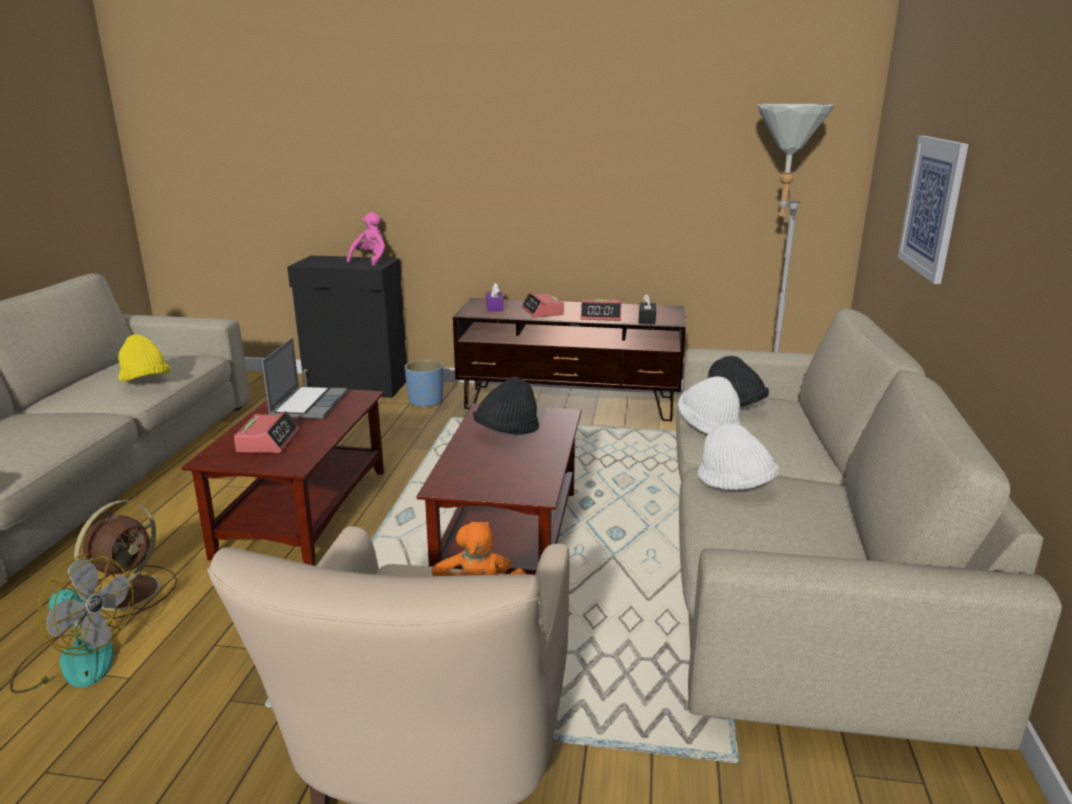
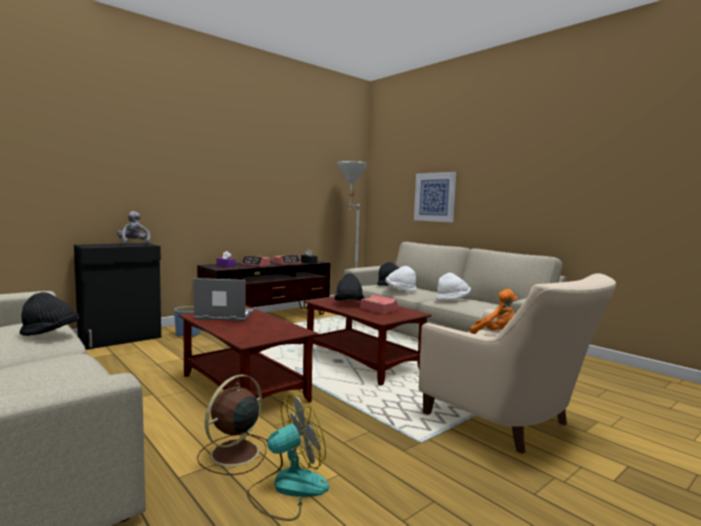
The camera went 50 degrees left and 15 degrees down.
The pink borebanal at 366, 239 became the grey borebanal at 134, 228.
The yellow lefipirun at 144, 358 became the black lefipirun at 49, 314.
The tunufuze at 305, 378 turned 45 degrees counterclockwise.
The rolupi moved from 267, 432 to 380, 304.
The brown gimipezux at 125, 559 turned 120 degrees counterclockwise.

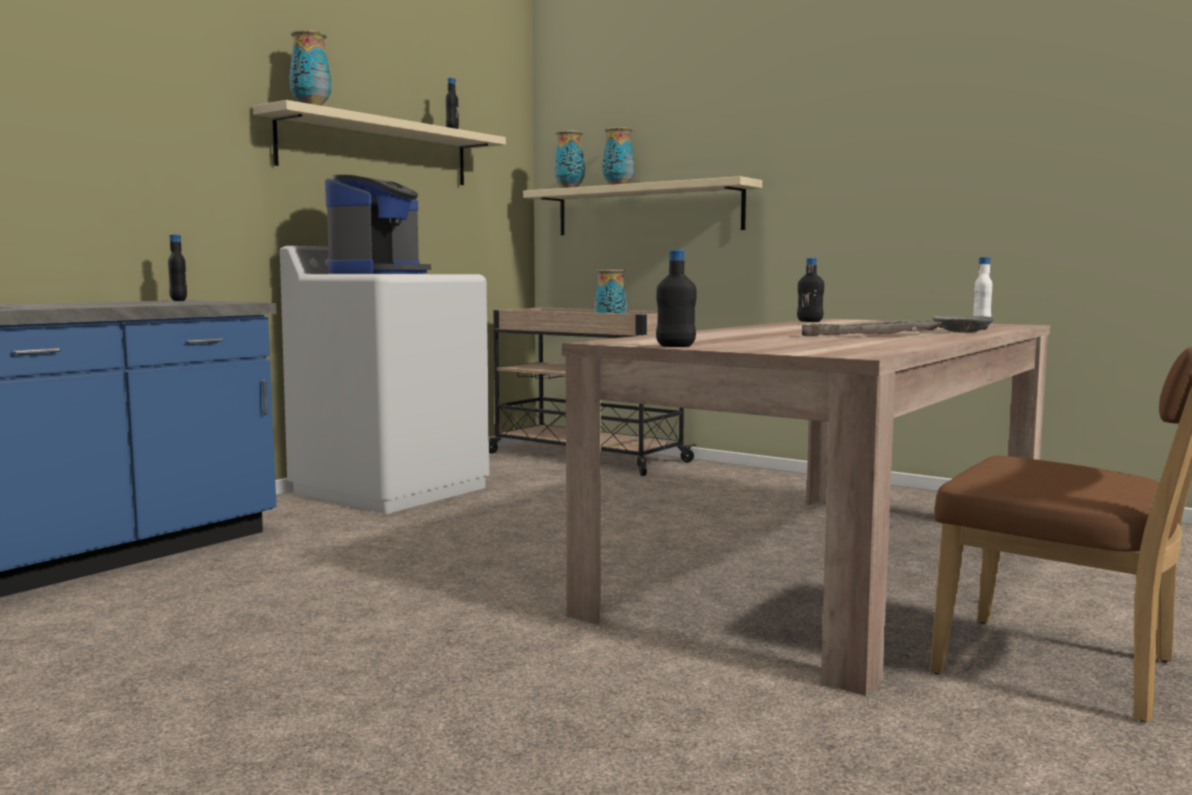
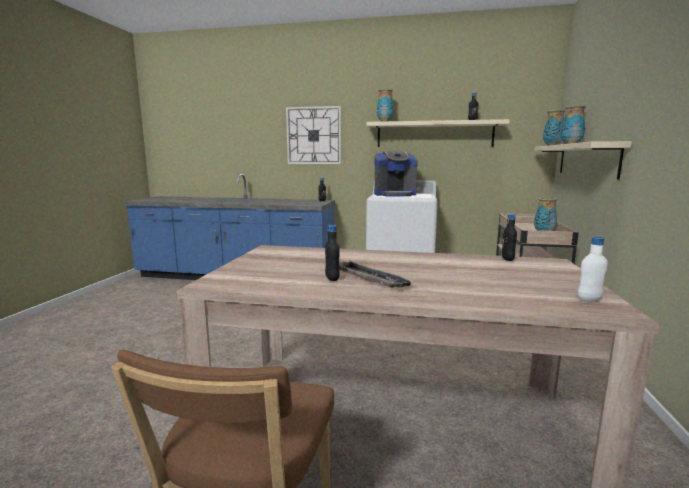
The camera went 65 degrees right and 5 degrees up.
The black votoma moved from 676, 298 to 332, 253.
The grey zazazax at 963, 324 disappeared.
The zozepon at 313, 135 appeared.

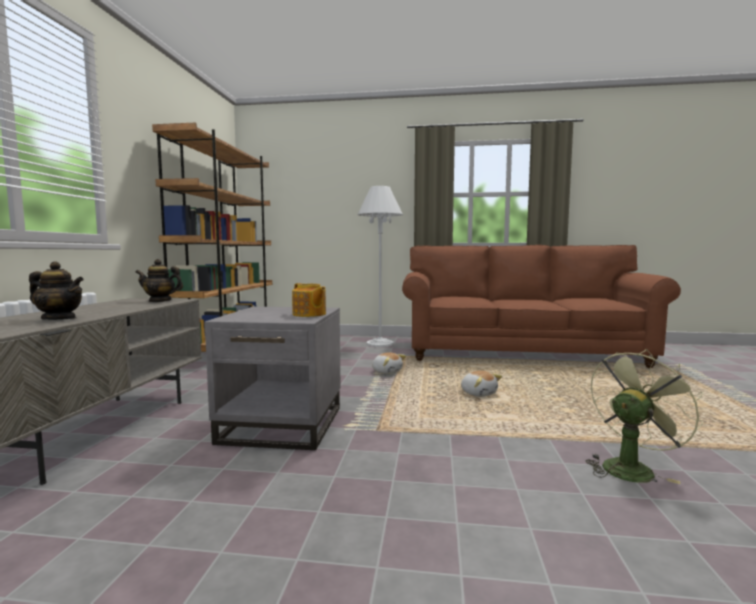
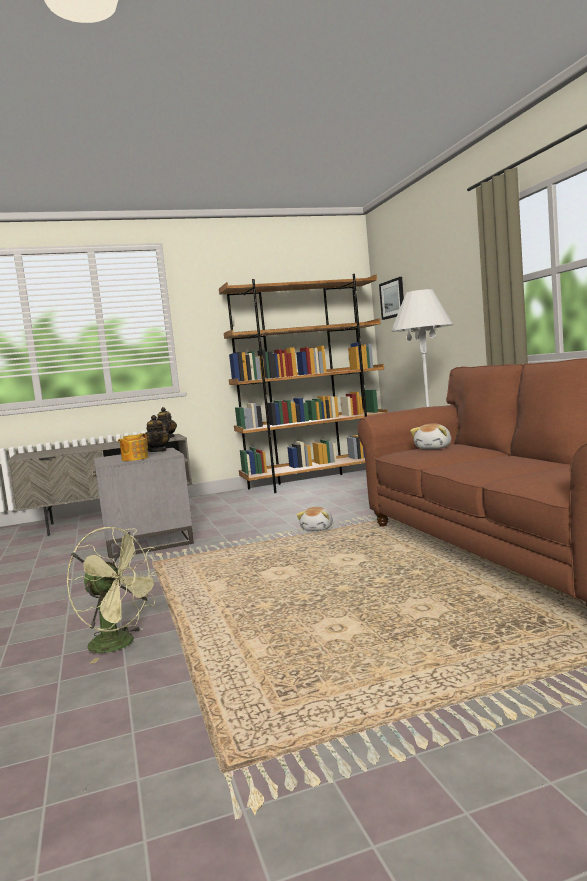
The camera went 65 degrees right and 0 degrees up.
The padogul moved from 56, 290 to 157, 433.
The borebanal moved from 481, 384 to 430, 436.
The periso at 391, 298 appeared.

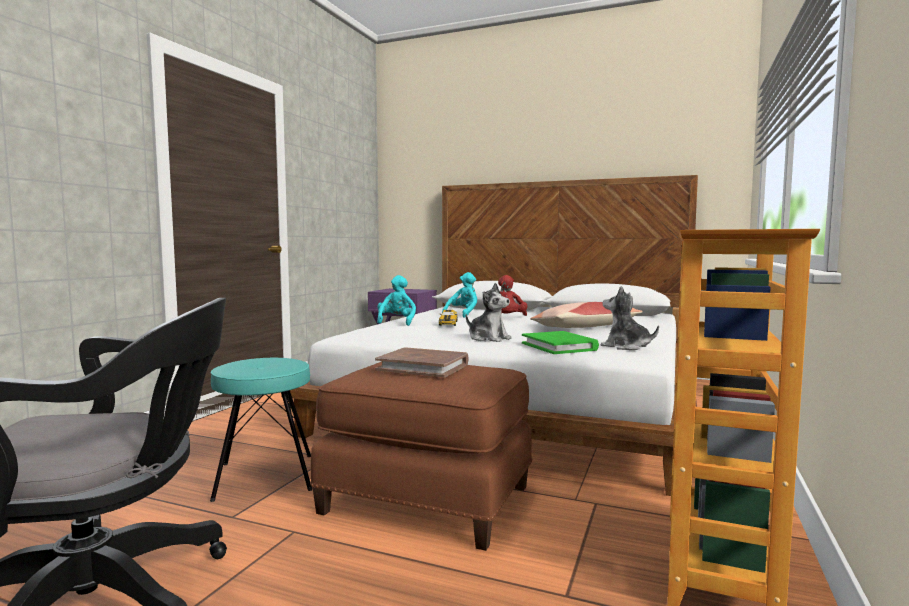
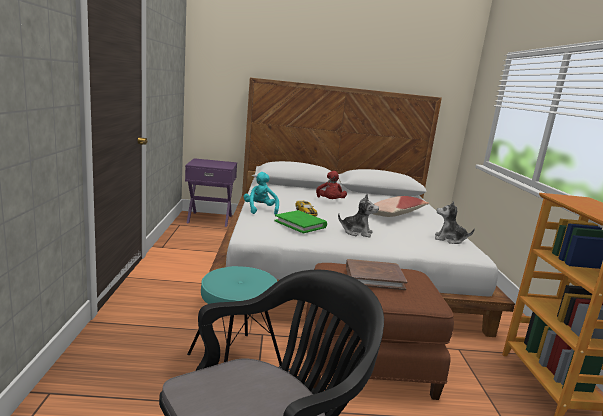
The camera went 25 degrees left and 10 degrees up.
The turquoise borebanal at 459, 295 disappeared.
The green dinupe moved from 560, 342 to 300, 221.

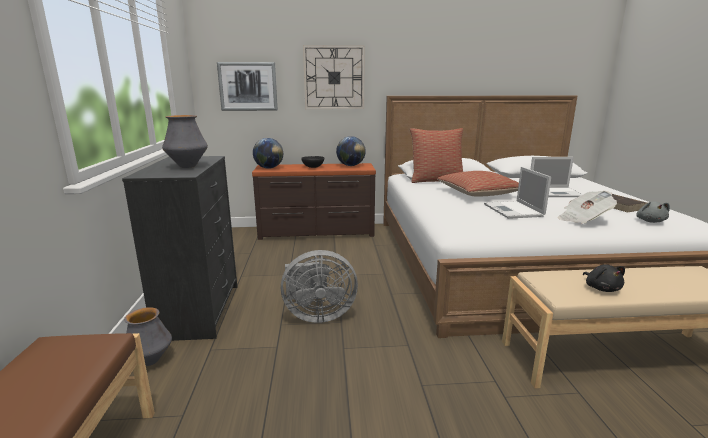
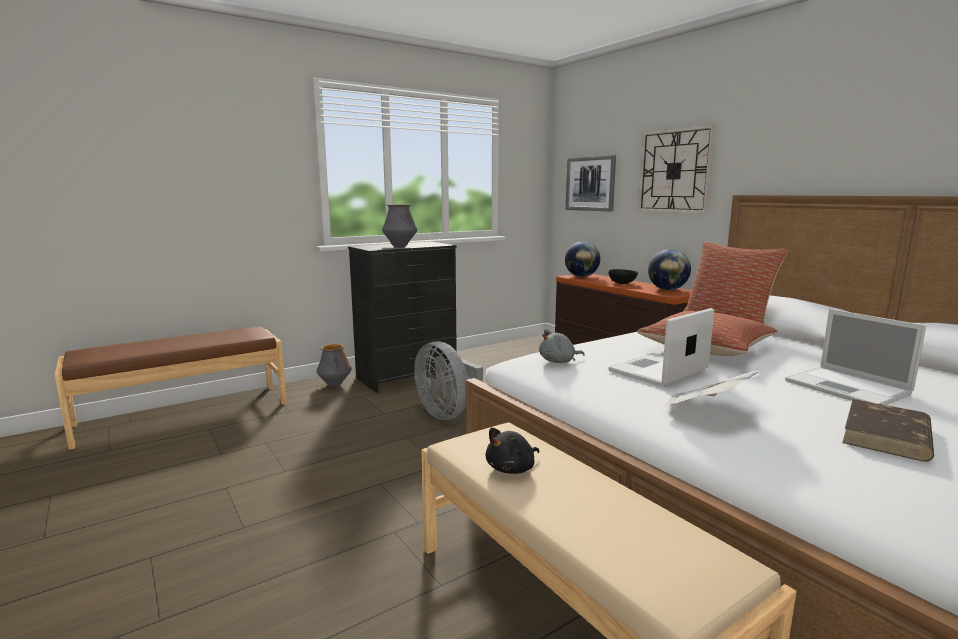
The camera went 60 degrees right and 5 degrees down.
The grey borebanal moved from 653, 212 to 562, 346.

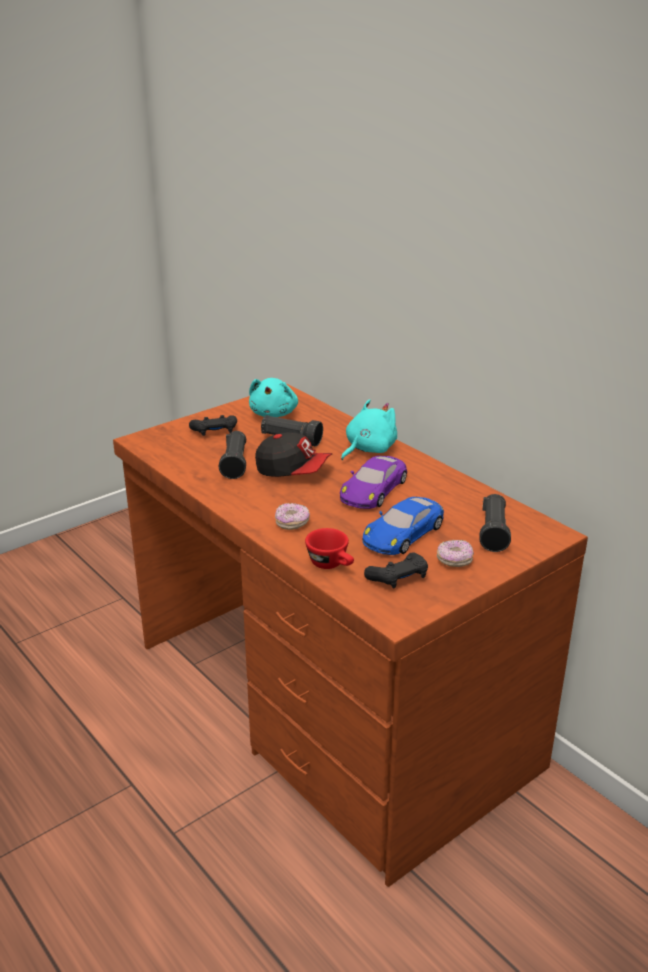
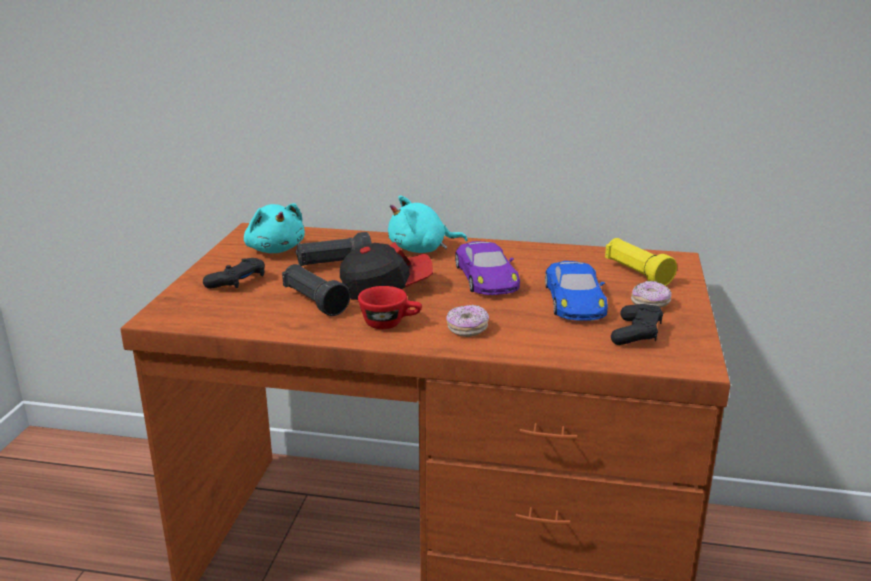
The camera went 40 degrees left and 5 degrees down.
The turquoise borebanal at 369, 429 turned 105 degrees counterclockwise.
The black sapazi at 495, 523 became the yellow sapazi at 641, 262.
The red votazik moved from 329, 548 to 390, 307.

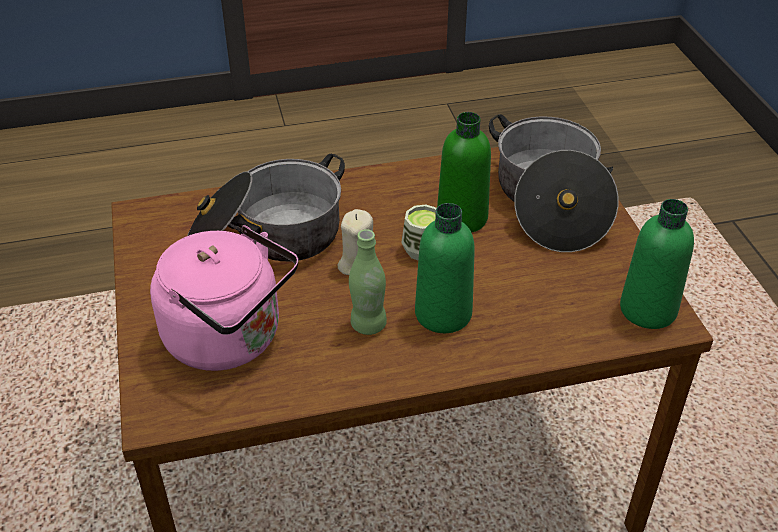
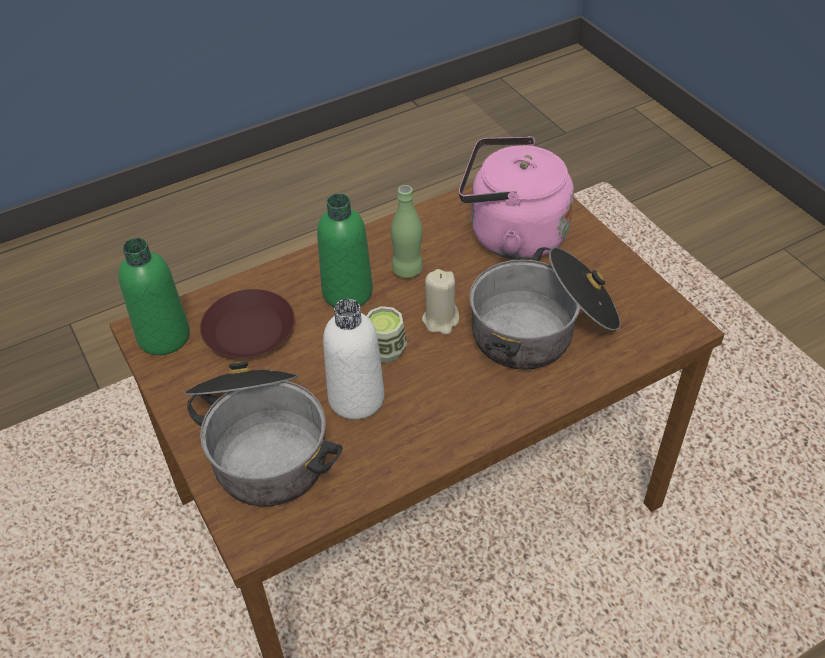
The camera went 165 degrees right and 5 degrees up.
The green votoma at 464, 172 became the white votoma at 353, 359.
The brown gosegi at 247, 323 appeared.

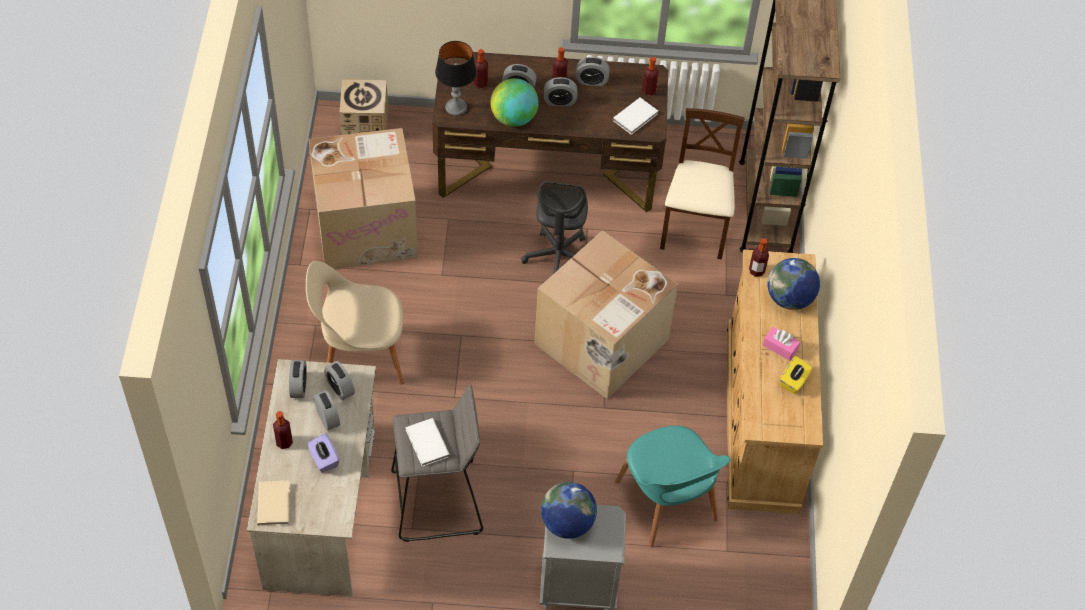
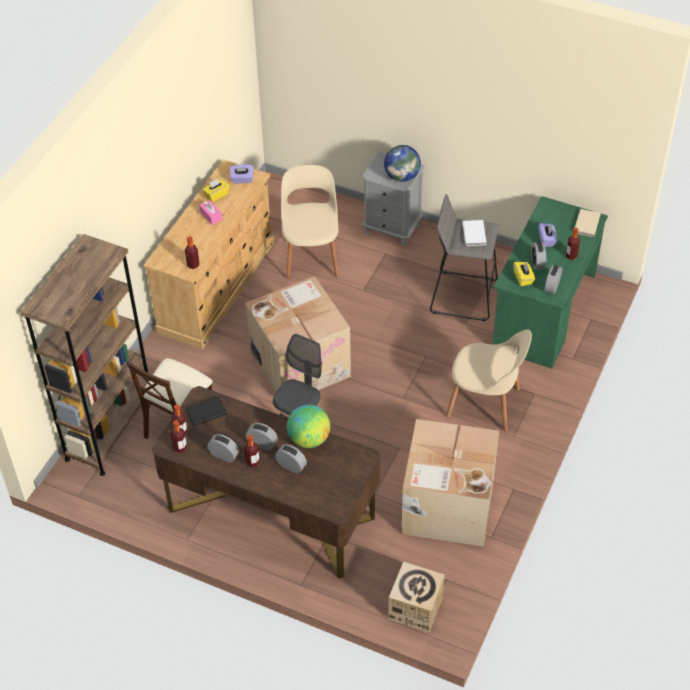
The camera went 155 degrees left and 5 degrees down.
The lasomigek at 456, 78 disappeared.
The votoma moved from 481, 68 to 179, 436.
The white dinupe at 635, 116 became the black dinupe at 206, 411.
The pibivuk at 794, 284 disappeared.
The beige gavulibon at 311, 477 became the green gavulibon at 550, 282.
The rolupi at 339, 380 was replaced by the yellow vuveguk at 524, 274.
The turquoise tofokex at 673, 486 became the beige tofokex at 310, 222.
The purple vuveguk at 242, 174 appeared.

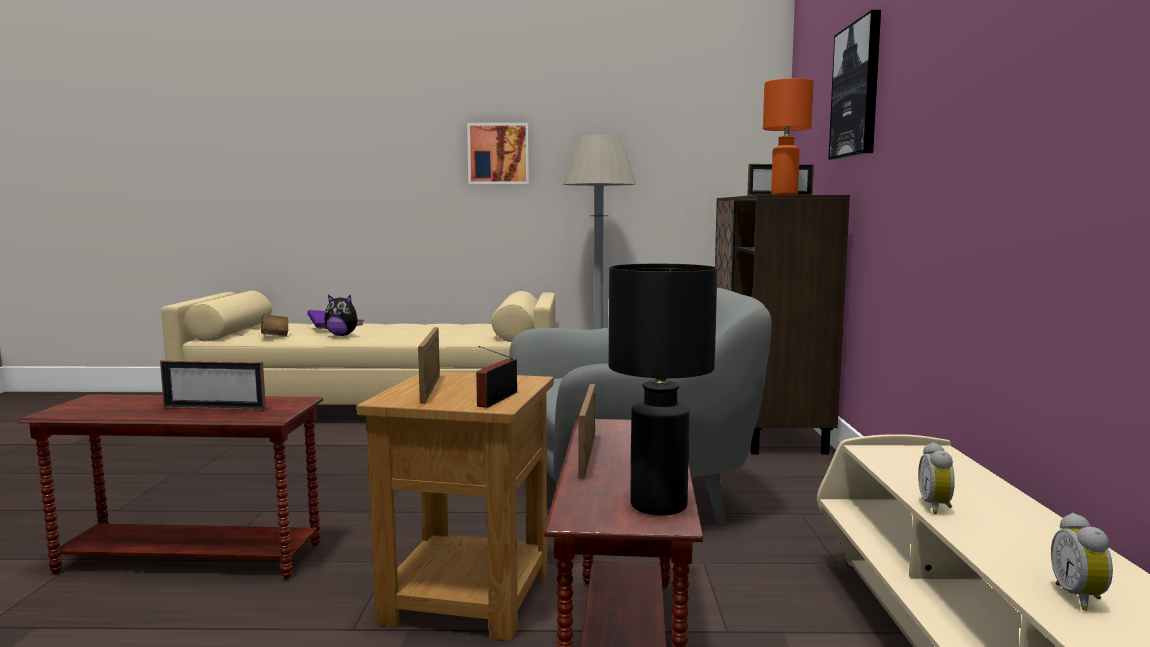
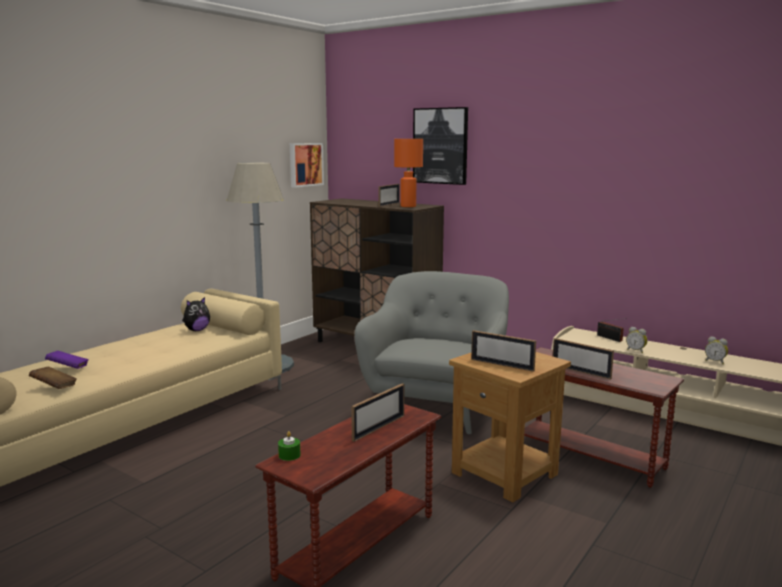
The camera went 55 degrees left and 5 degrees up.
The periso moved from 498, 153 to 307, 165.
The black lasomigek at 663, 390 disappeared.
The borebanal moved from 343, 315 to 196, 314.
The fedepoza moved from 496, 377 to 612, 330.
The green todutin at 289, 446 appeared.

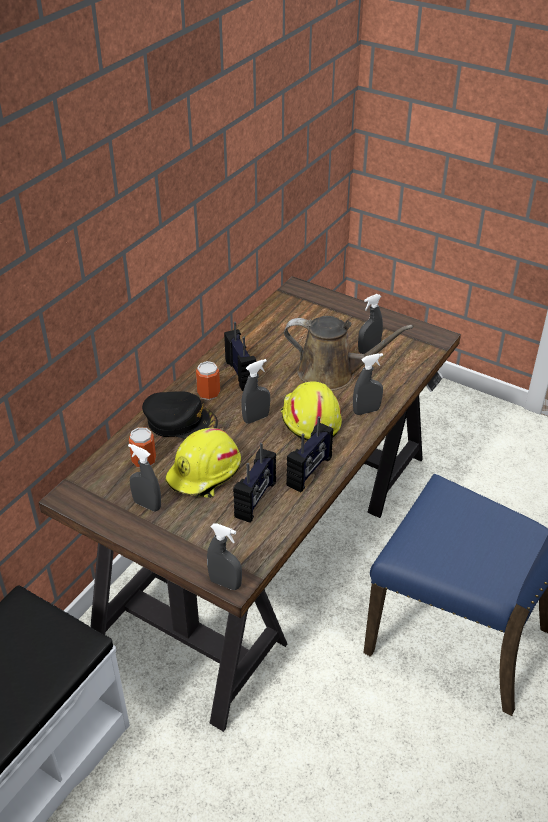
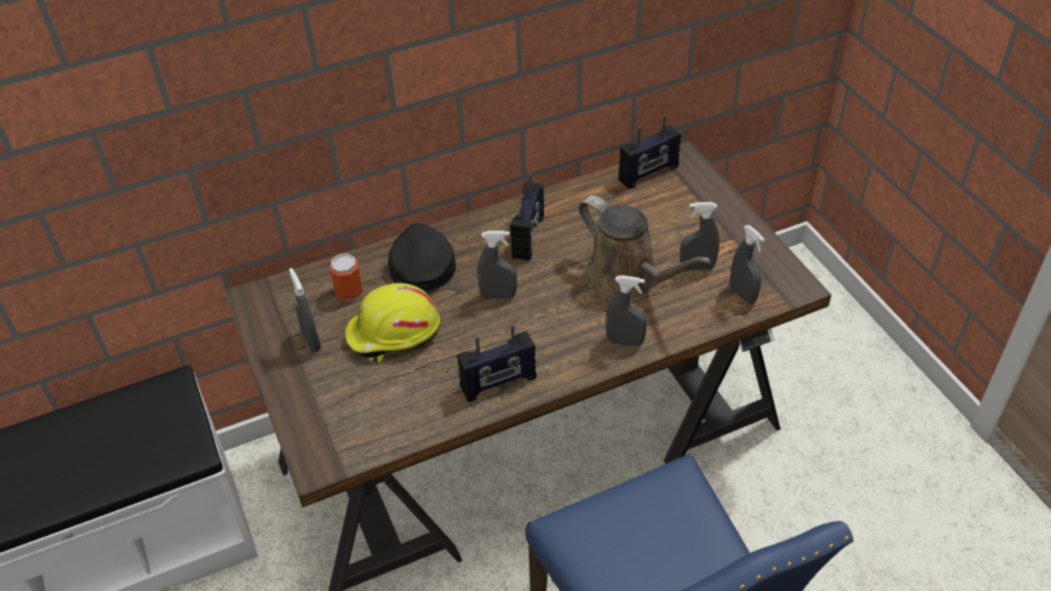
The camera went 35 degrees right and 5 degrees up.
The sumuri at 208, 380 disappeared.
The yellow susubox at 311, 411 disappeared.
The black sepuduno at 180, 415 turned 150 degrees counterclockwise.
The fedepoza moved from 254, 483 to 649, 152.
The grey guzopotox moved from 224, 556 to 747, 264.

